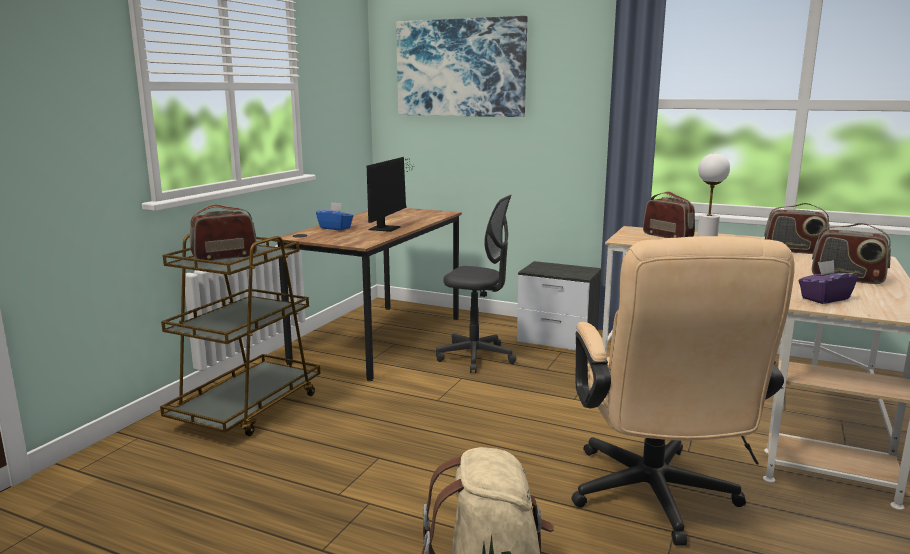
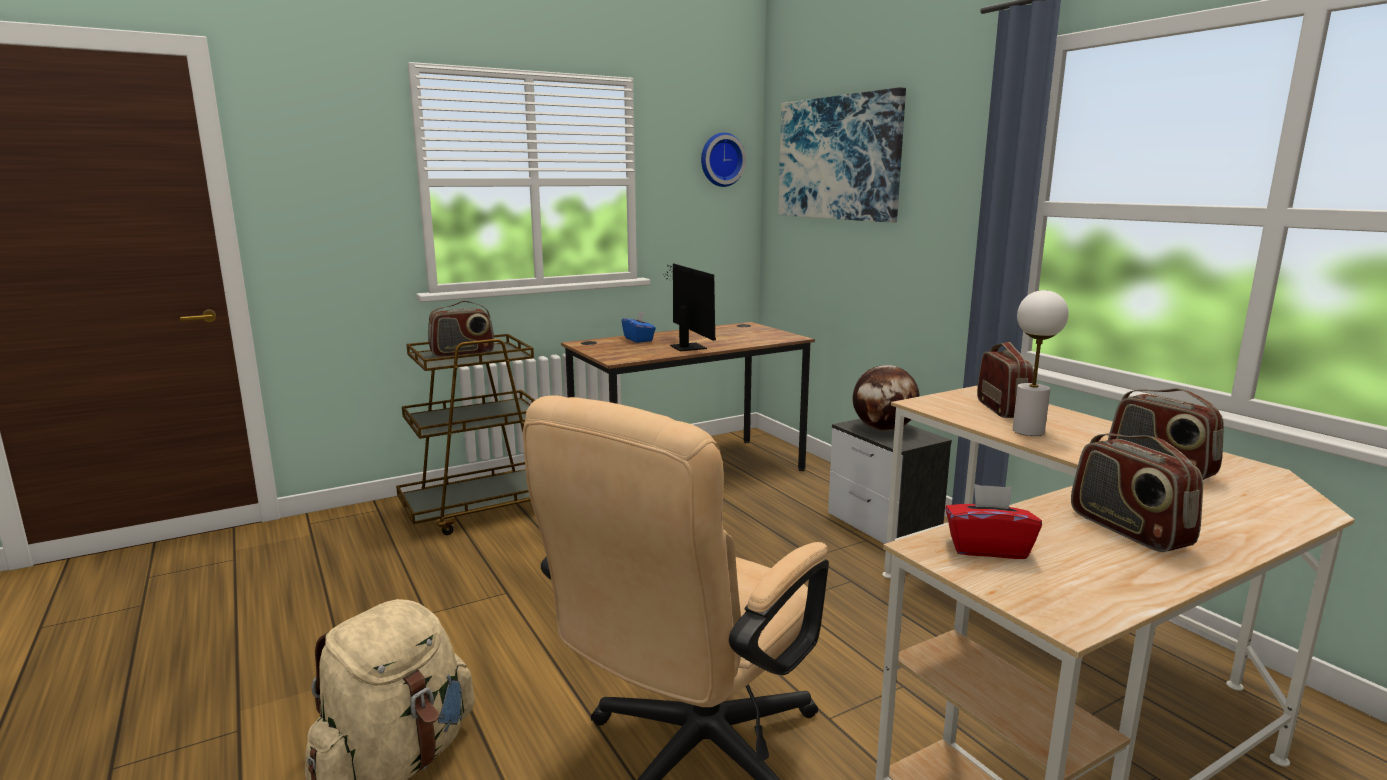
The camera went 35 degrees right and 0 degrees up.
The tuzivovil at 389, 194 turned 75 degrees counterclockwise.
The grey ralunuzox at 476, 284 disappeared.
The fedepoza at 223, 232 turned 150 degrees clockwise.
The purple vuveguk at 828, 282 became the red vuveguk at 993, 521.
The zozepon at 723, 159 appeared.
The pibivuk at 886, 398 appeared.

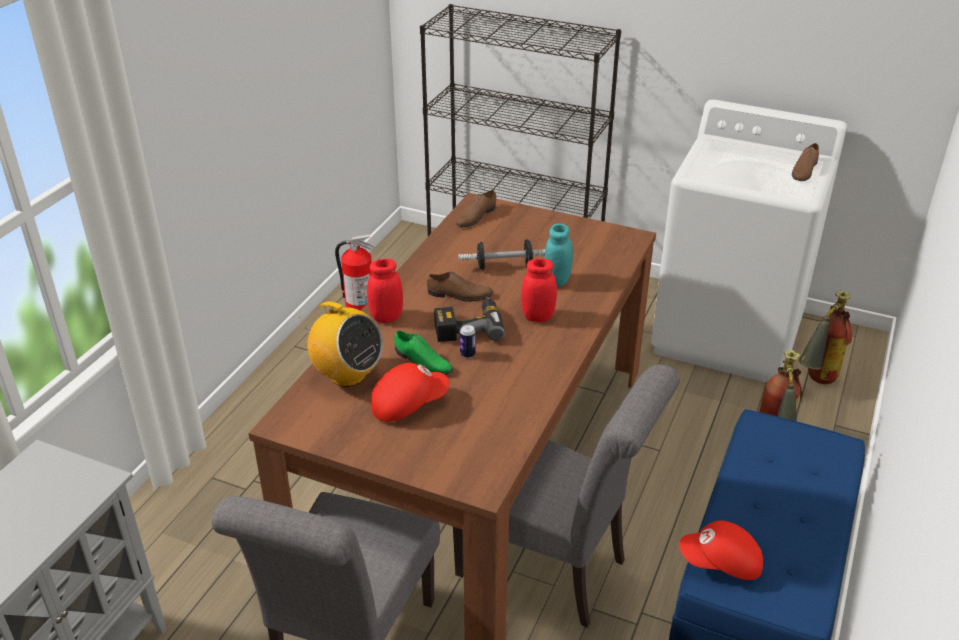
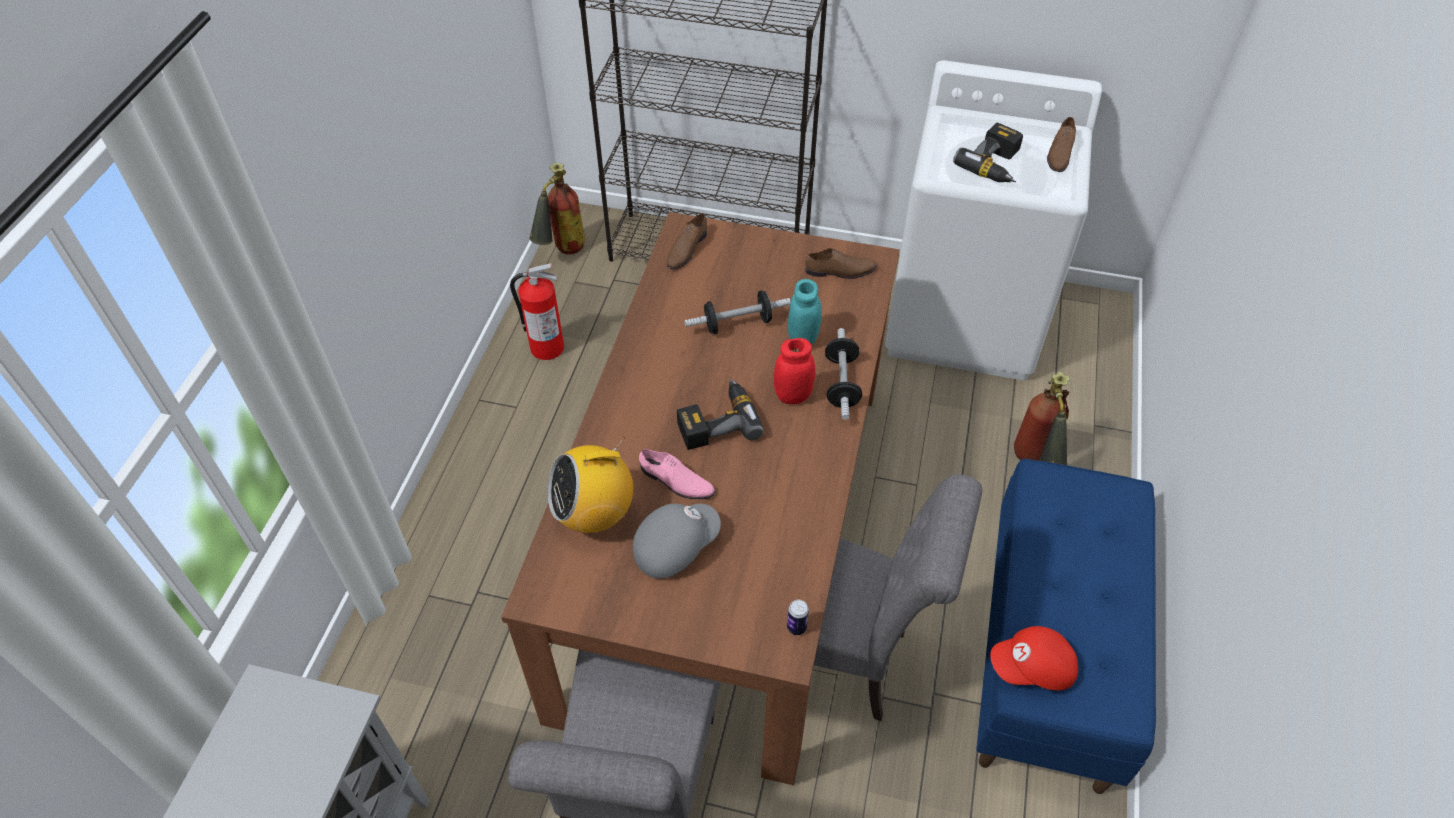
The camera went 10 degrees left and 15 degrees up.
The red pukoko at 385, 291 disappeared.
The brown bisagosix moved from 460, 287 to 841, 263.
The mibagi moved from 825, 337 to 557, 209.
The fedepoza at 341, 344 turned 135 degrees clockwise.
The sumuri moved from 468, 341 to 798, 617.
The green bisagosix at 423, 352 became the pink bisagosix at 677, 474.
The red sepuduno at 410, 392 became the grey sepuduno at 677, 541.
The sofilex at 988, 152 appeared.
The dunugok at 843, 374 appeared.

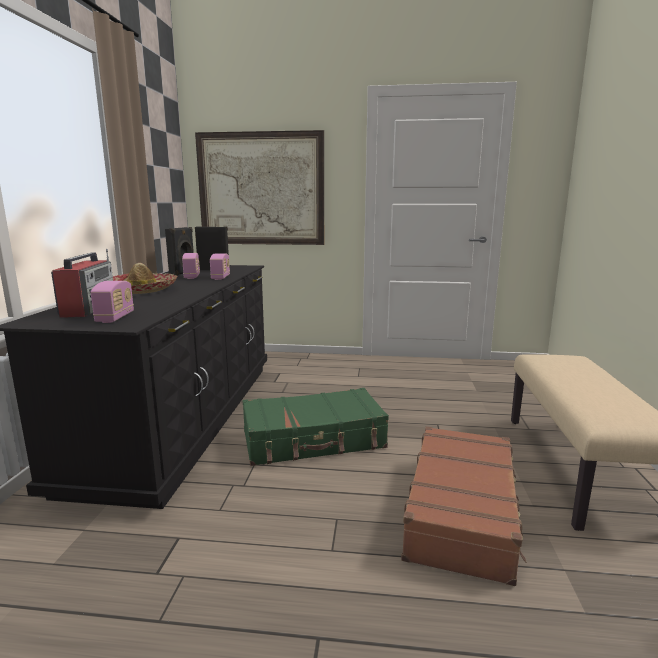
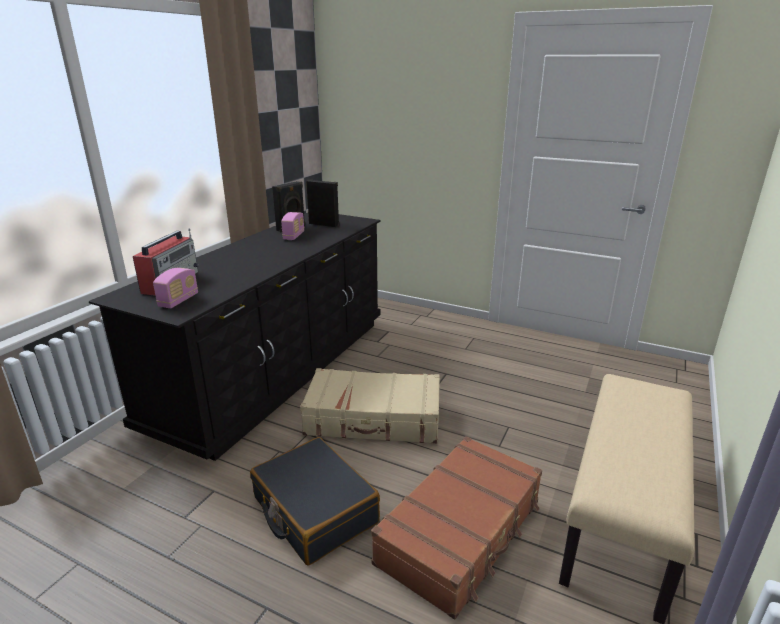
The camera went 20 degrees right and 10 degrees up.
The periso at 259, 187 disappeared.
The fedepoza at 220, 267 disappeared.
The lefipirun at 145, 278 disappeared.
The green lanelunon at 316, 427 became the beige lanelunon at 370, 406.
The black lanelunon at 315, 501 appeared.

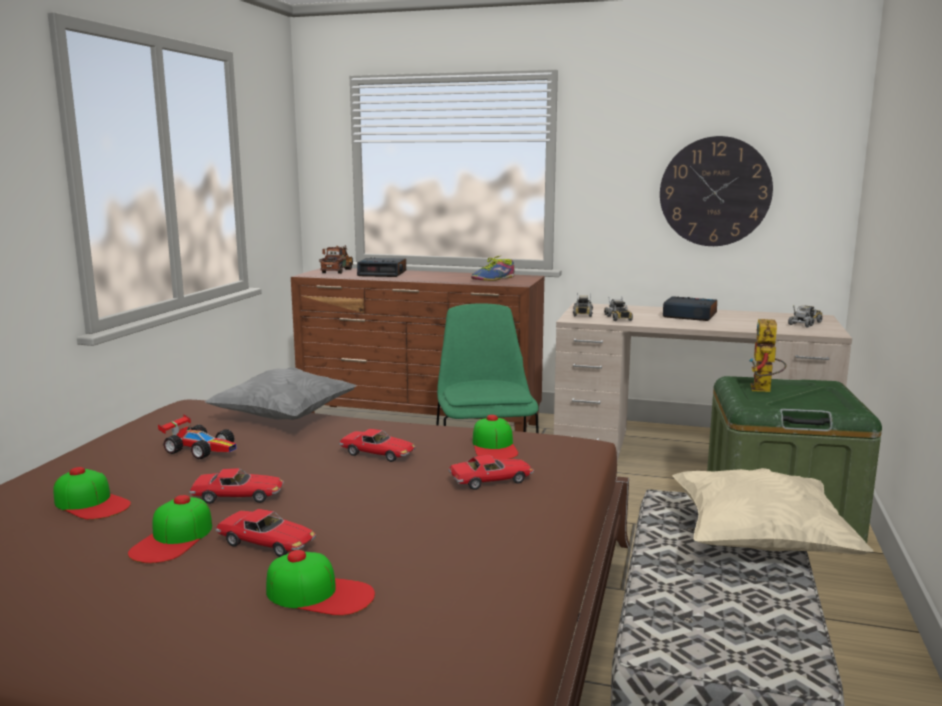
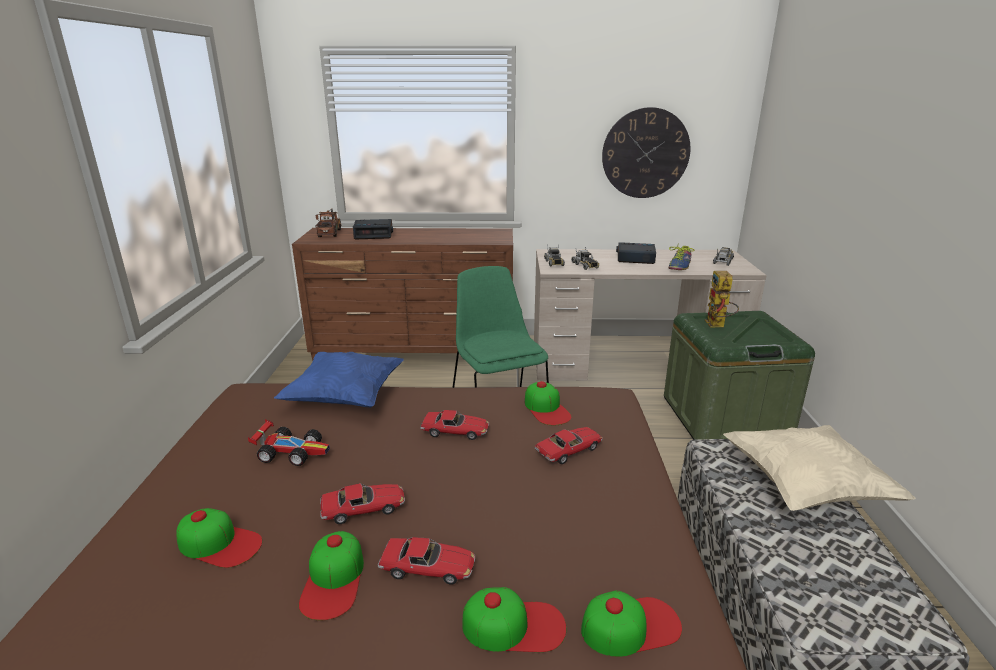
The camera went 15 degrees left and 10 degrees up.
The bisagosix moved from 493, 268 to 681, 258.
The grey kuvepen at 280, 393 became the blue kuvepen at 339, 380.
The sepuduno at 631, 623 appeared.

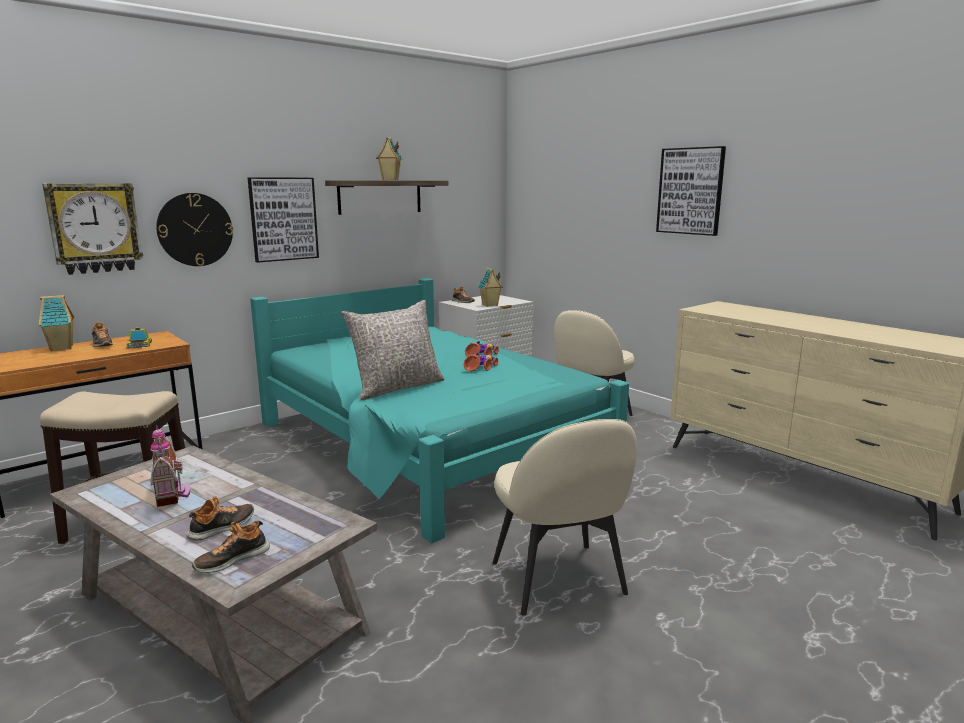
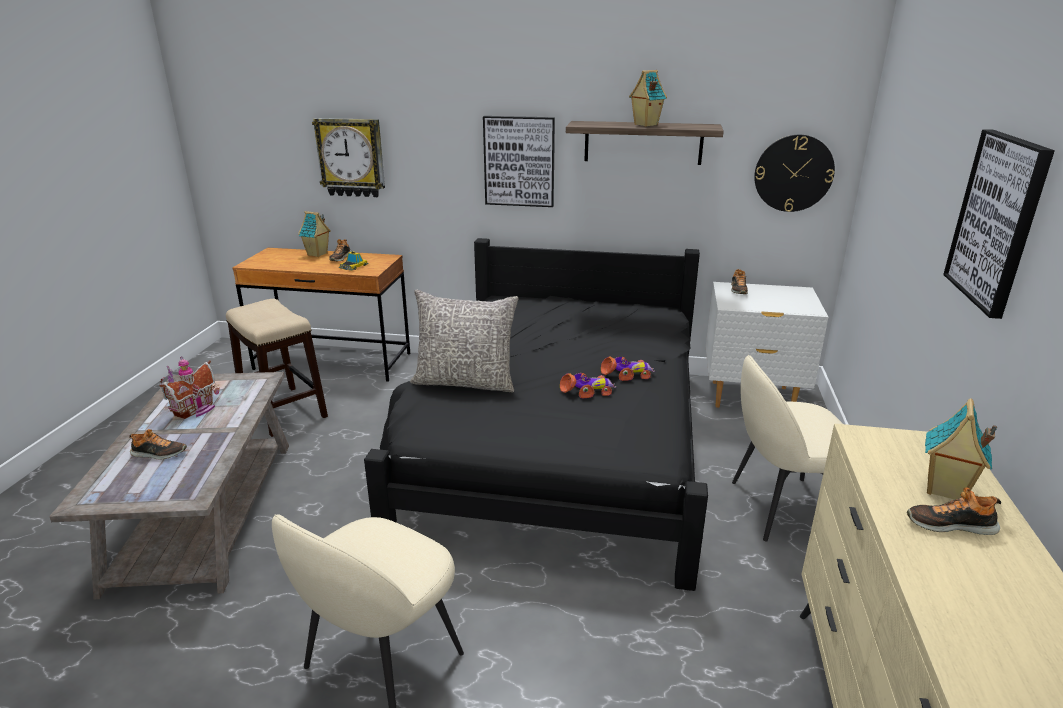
The camera went 50 degrees right and 10 degrees up.
The zozepon moved from 194, 229 to 794, 173.
The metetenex moved from 490, 287 to 961, 449.
The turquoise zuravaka at 439, 411 became the black zuravaka at 536, 414.
The bisagosix moved from 231, 546 to 954, 511.

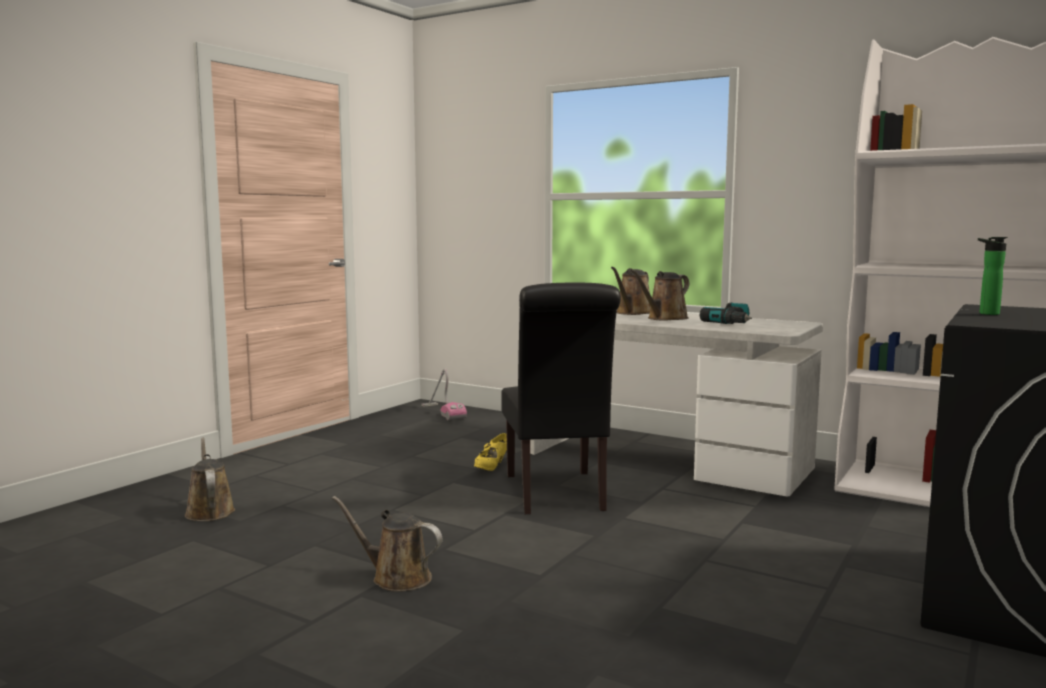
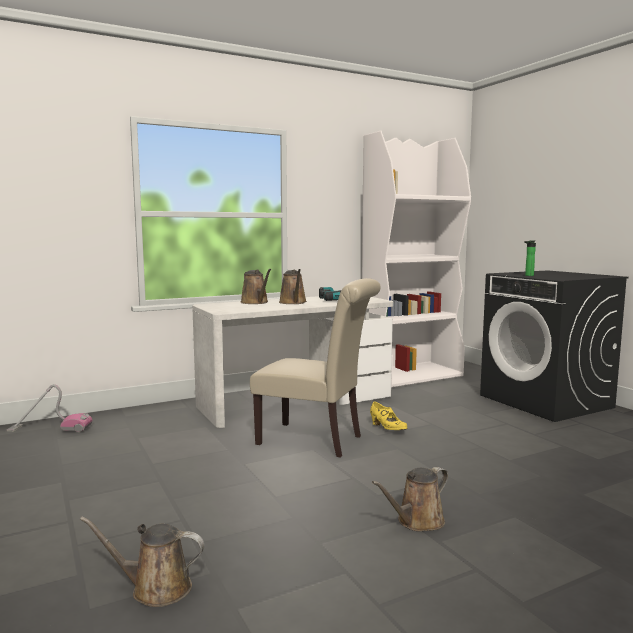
The camera went 60 degrees left and 0 degrees up.
The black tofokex at 561, 398 became the beige tofokex at 315, 368.
The yellow bisagosix moved from 490, 452 to 389, 415.

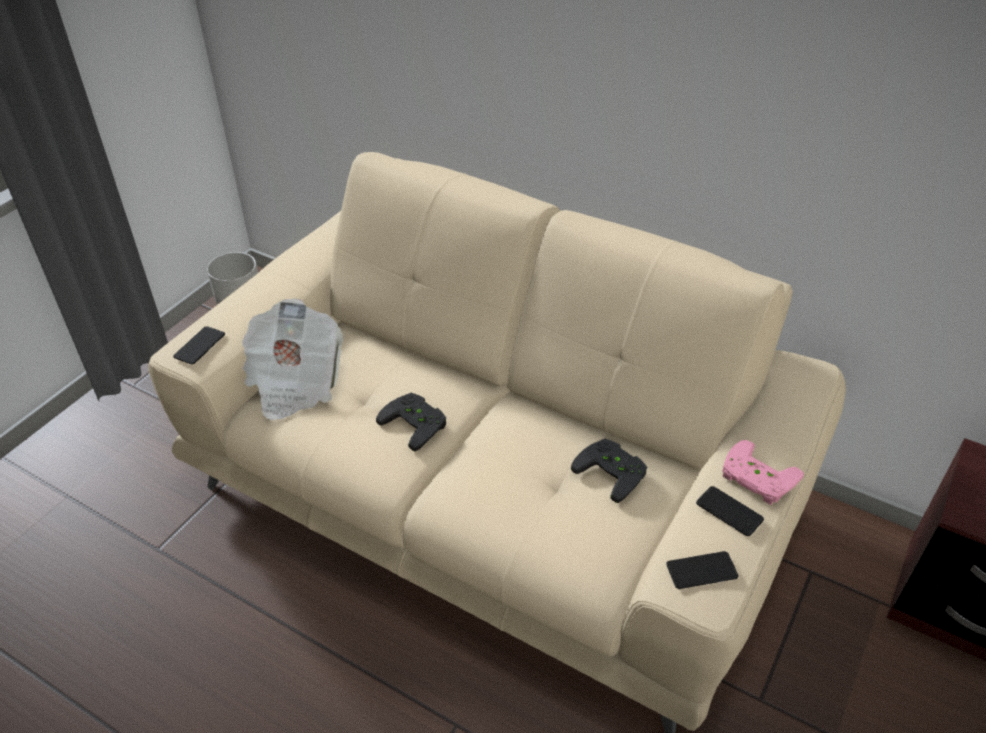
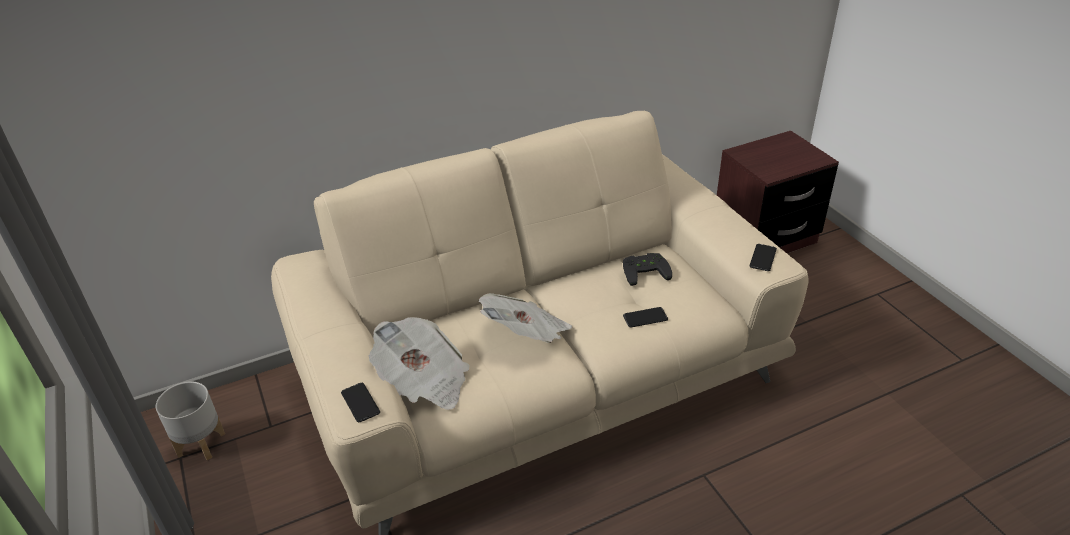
The camera went 55 degrees left and 5 degrees down.
The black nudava at 411, 422 was replaced by the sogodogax at 525, 318.
The pink nudava at 763, 472 disappeared.
The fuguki moved from 730, 511 to 645, 317.

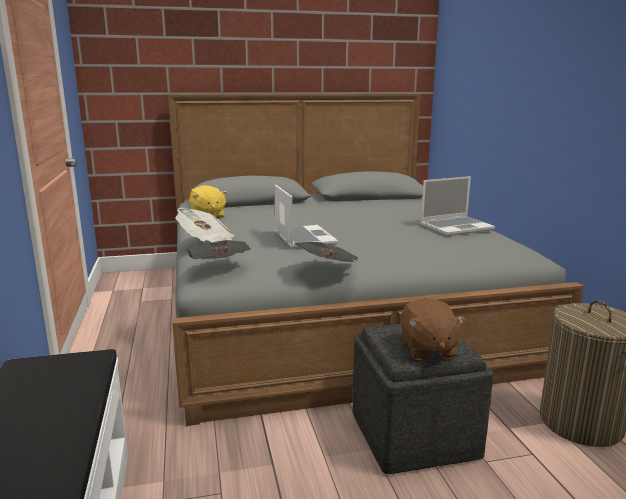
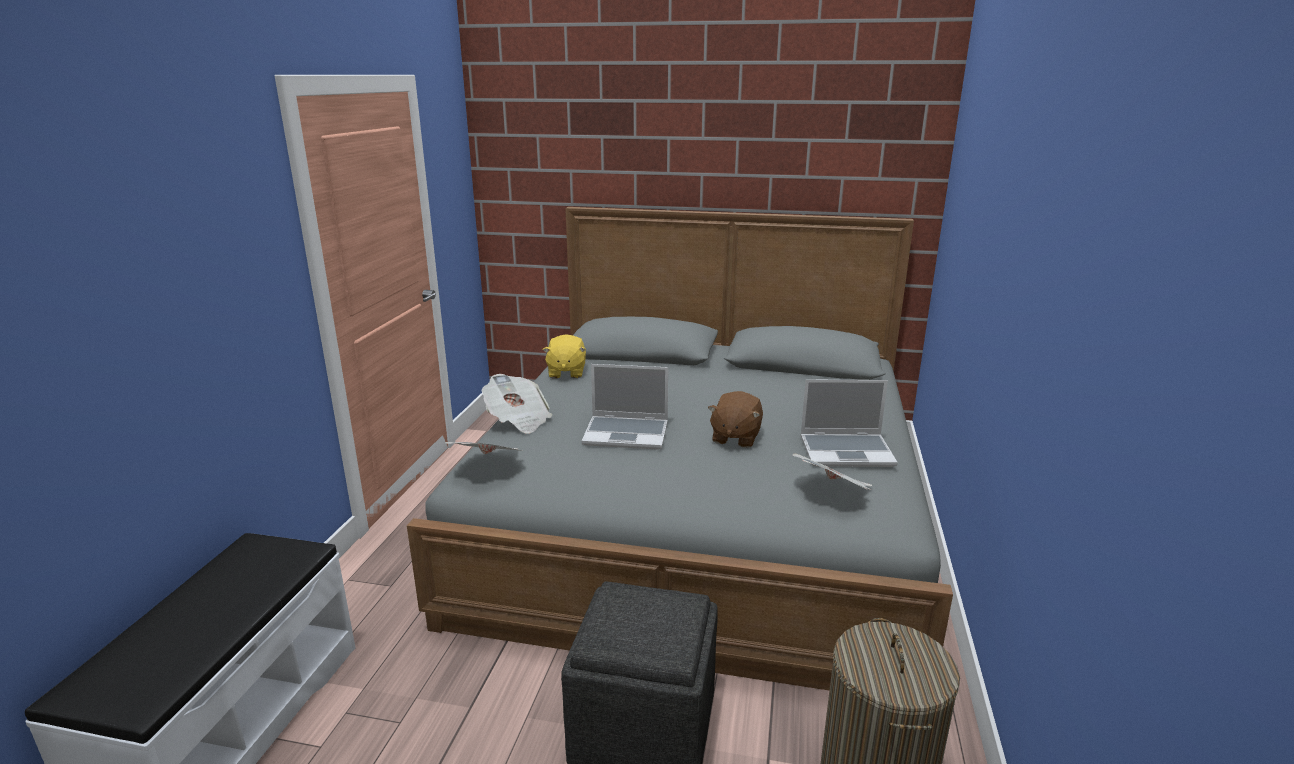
The camera went 25 degrees right and 5 degrees up.
The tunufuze at 306, 216 turned 90 degrees clockwise.
The sogodogax moved from 326, 252 to 832, 472.
The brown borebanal moved from 433, 329 to 735, 419.

